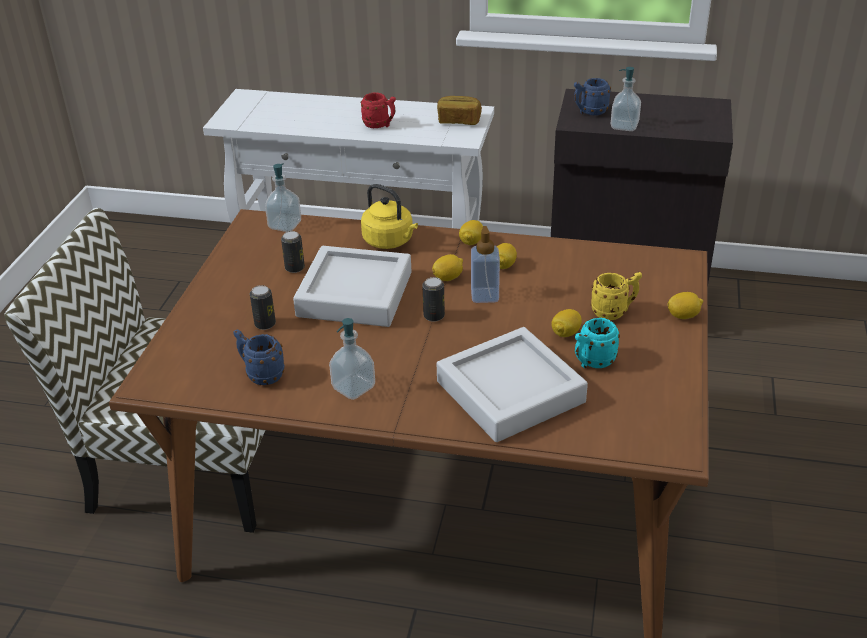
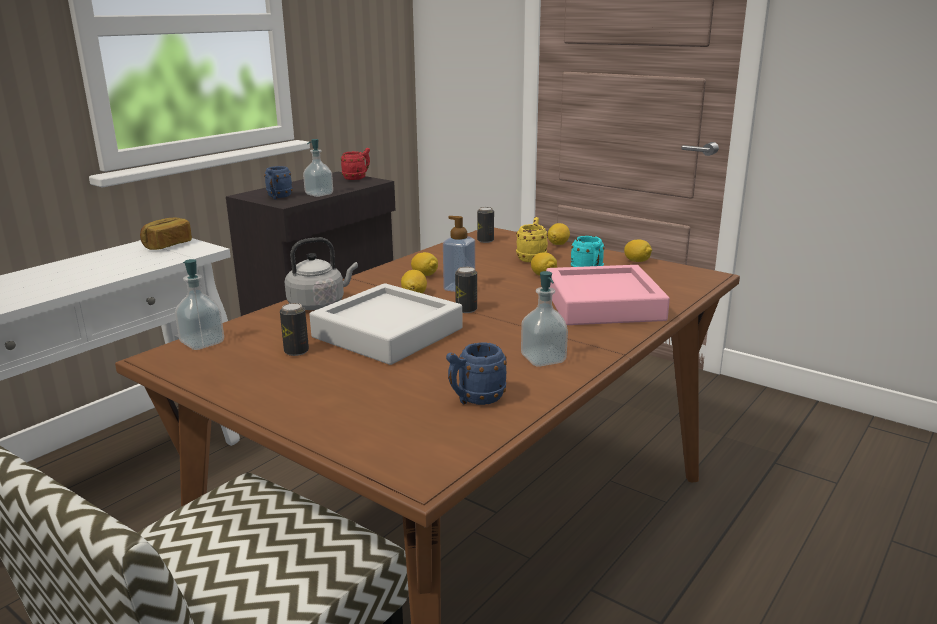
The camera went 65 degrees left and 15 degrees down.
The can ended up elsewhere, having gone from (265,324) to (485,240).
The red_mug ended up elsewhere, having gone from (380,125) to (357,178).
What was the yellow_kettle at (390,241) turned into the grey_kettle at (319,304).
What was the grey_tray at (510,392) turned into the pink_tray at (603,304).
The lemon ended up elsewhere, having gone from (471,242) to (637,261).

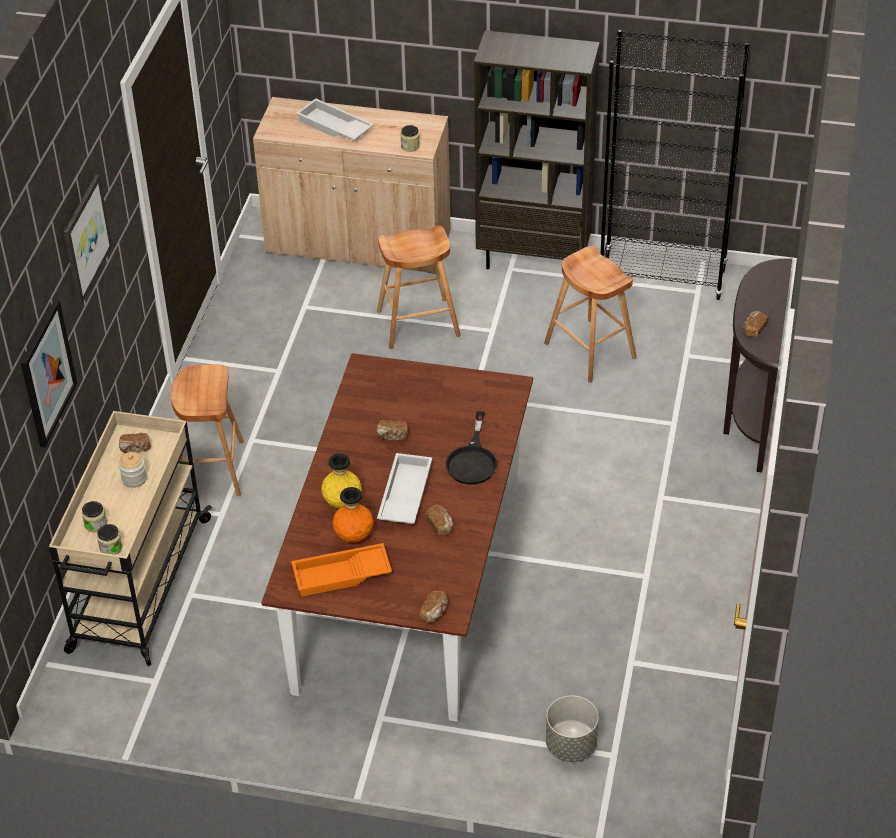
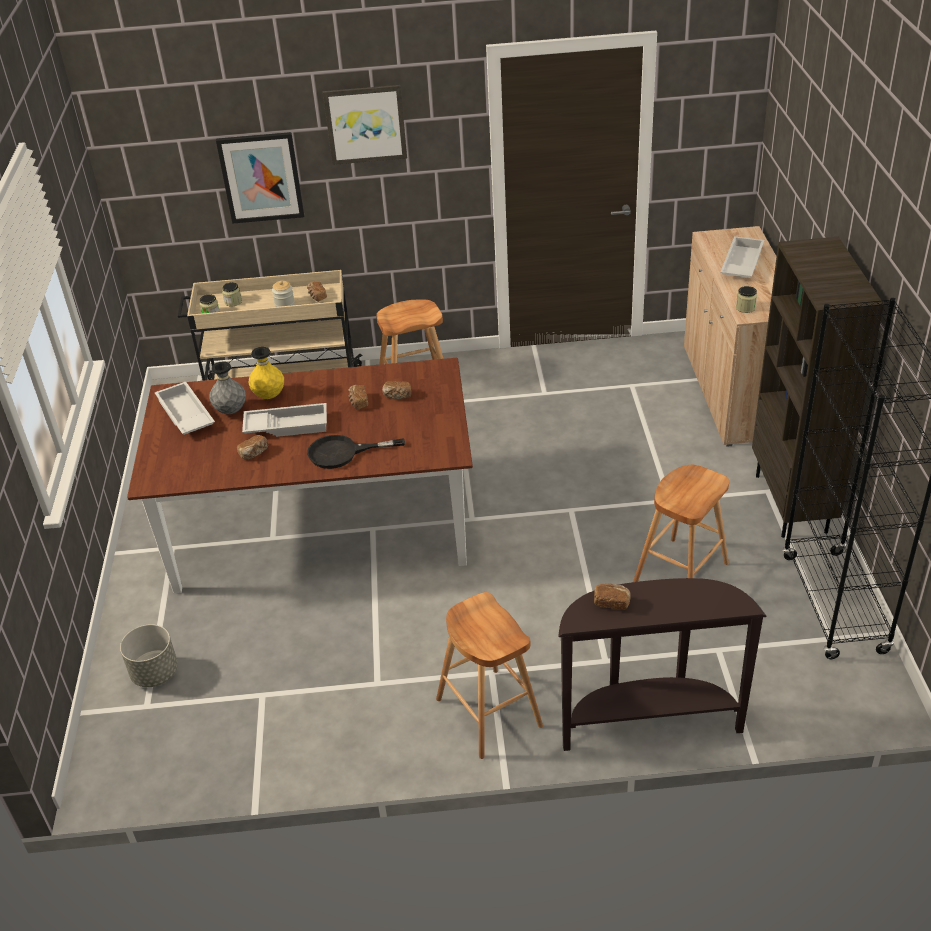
The camera went 75 degrees right and 5 degrees down.
What was the orange_tray at (341,576) turned into the white_tray at (184,415).
What was the orange_vase at (354,536) turned into the grey_vase at (231,411).
The brown_stool ended up elsewhere, having gone from (418,323) to (489,713).
The bread ended up elsewhere, having gone from (435,612) to (397,396).

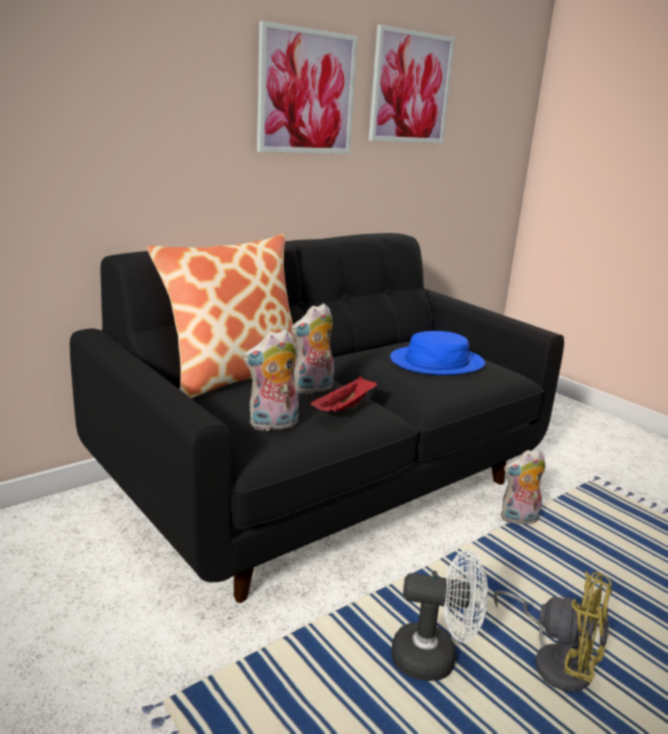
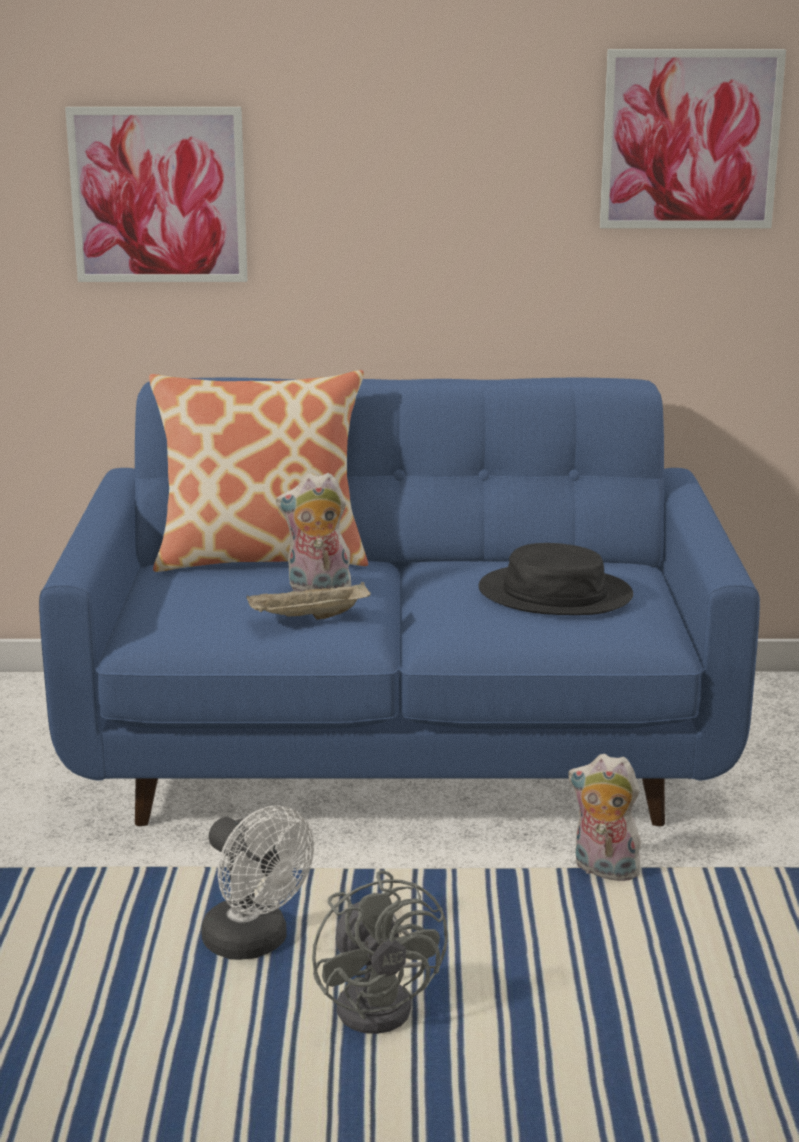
The camera went 40 degrees right and 0 degrees up.
What was the black_sofa at (326,484) turned into the blue_sofa at (401,750).
The second view lost the plush_toy at (273,425).
The picture ended up elsewhere, having gone from (306,92) to (158,195).
What was the red_tray at (344,409) turned into the beige_tray at (308,618).
What was the blue_hat at (436,362) turned into the black_hat at (555,594).
What was the yellow_fan at (555,661) turned into the grey_fan at (383,1002).

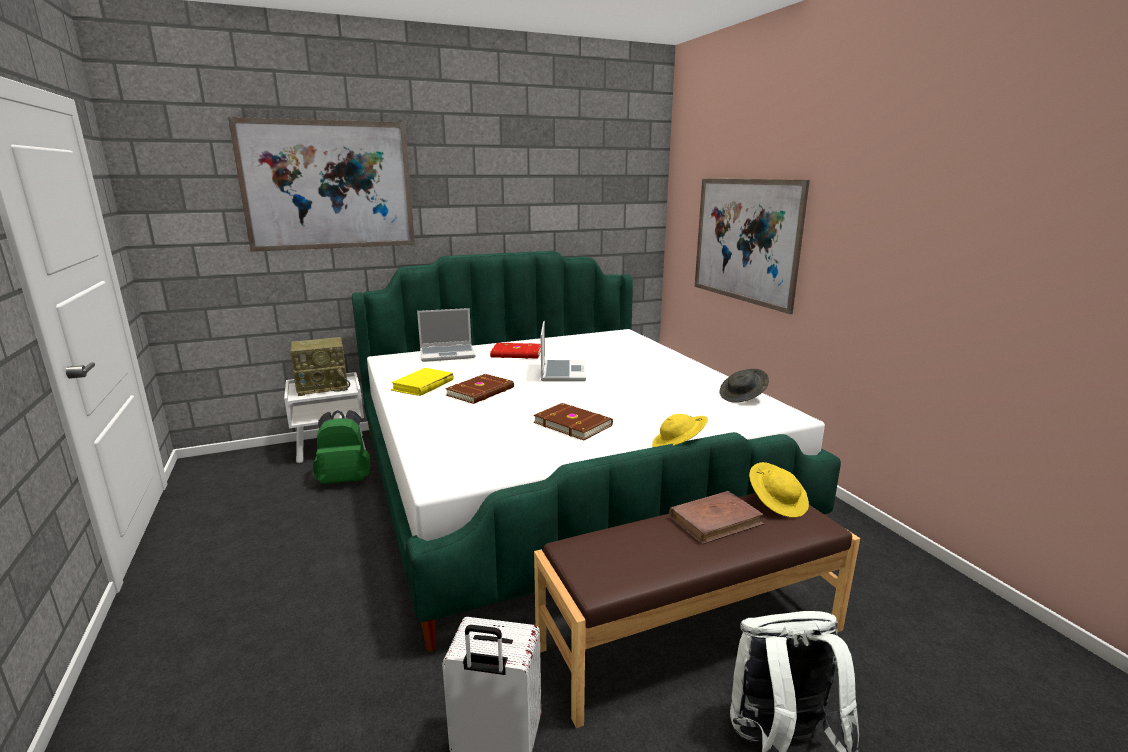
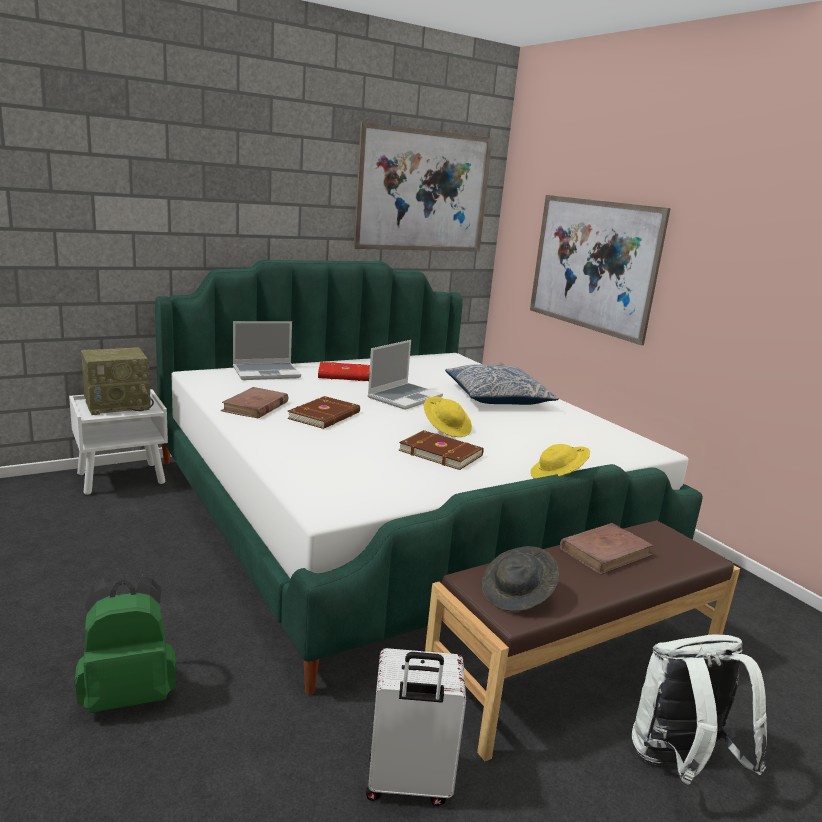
The camera went 10 degrees left and 0 degrees up.
The picture ended up elsewhere, having gone from (328,186) to (424,191).
The green_backpack ended up elsewhere, having gone from (346,479) to (129,694).
What was the yellow_book at (423,385) turned into the brown_book at (255,407).
The laptop at (562,372) ended up facing another way, 45 degrees clockwise from before.
The grey_hat ended up elsewhere, having gone from (742,397) to (517,595).
The yellow_hat ended up elsewhere, having gone from (777,503) to (446,429).
The second view gained the pillow at (497,397).

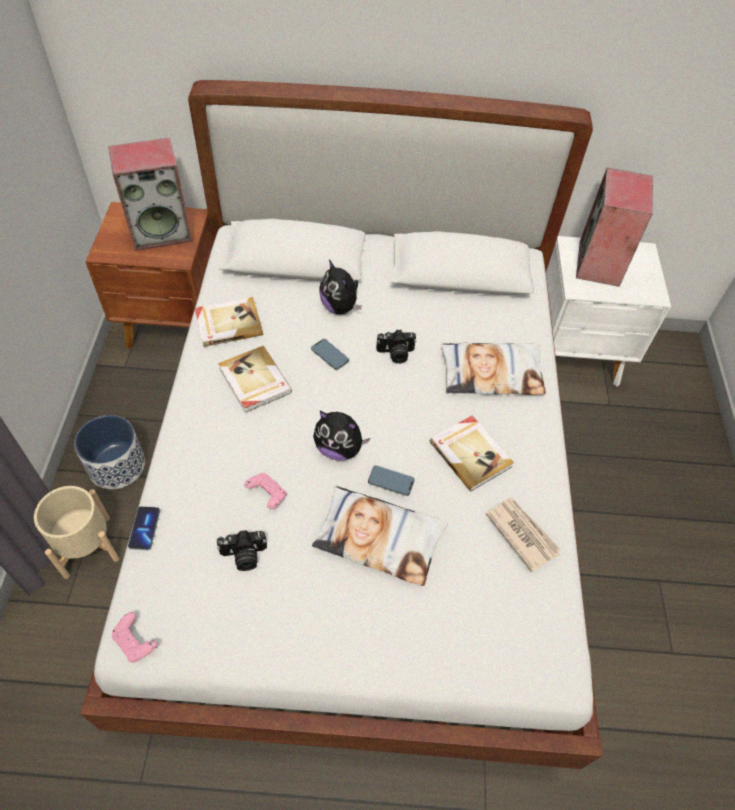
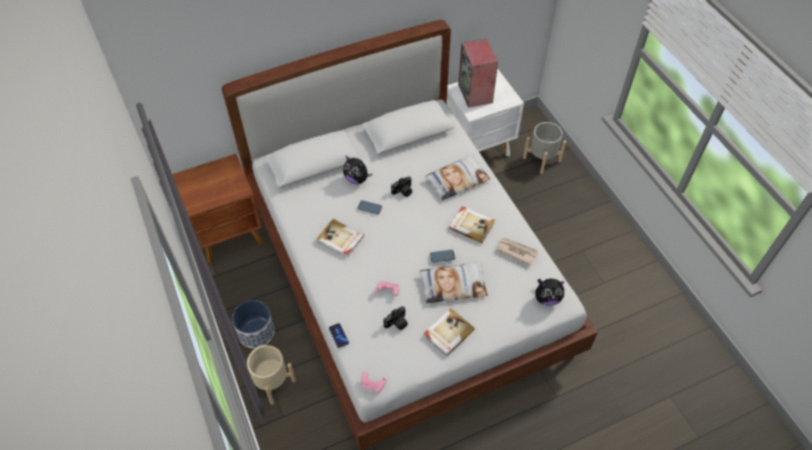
The camera went 25 degrees left and 0 degrees up.
The second view lost the speaker at (161,231).
The book ended up elsewhere, having gone from (228,323) to (448,332).
The plush_toy ended up elsewhere, having gone from (339,449) to (547,298).
The second view gained the grey_planter at (541,159).

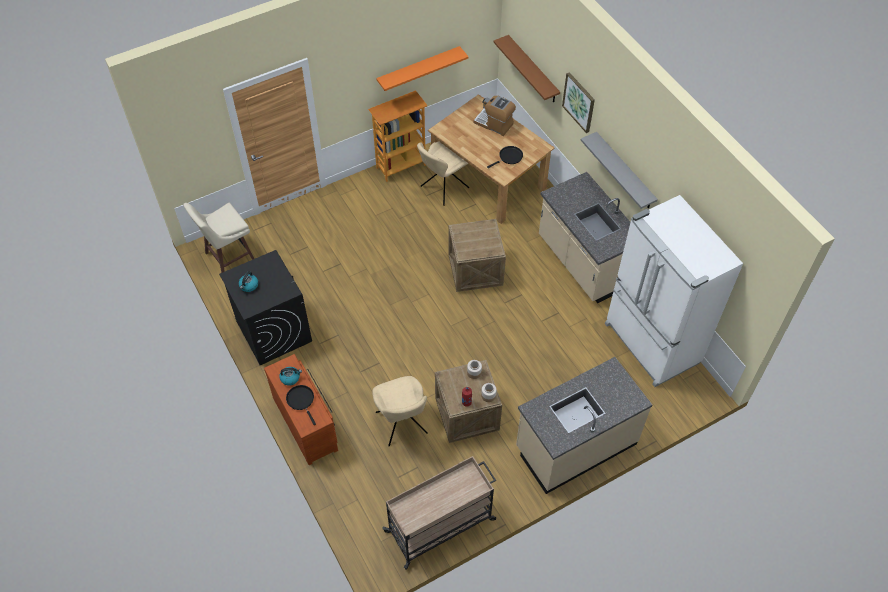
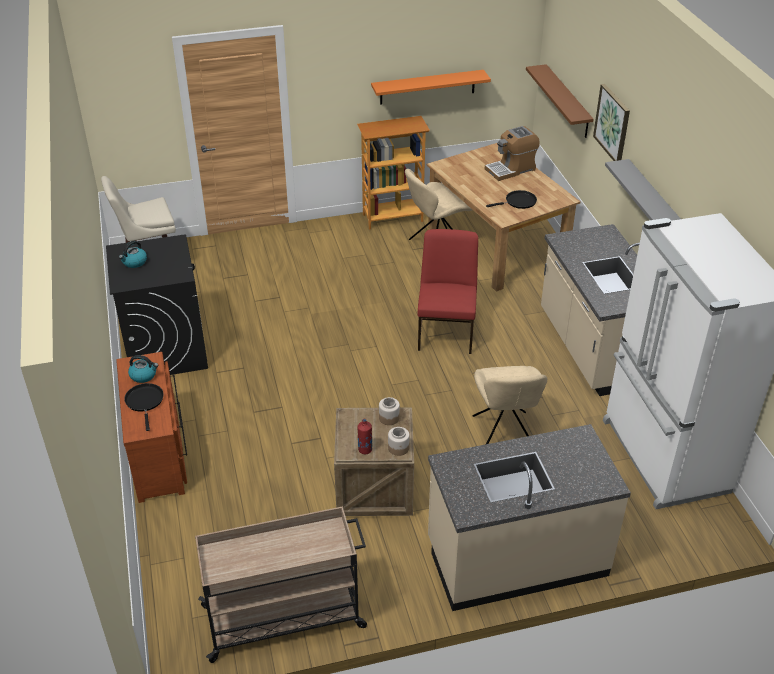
The camera went 15 degrees right and 15 degrees down.
The beige_chair ended up elsewhere, having gone from (402,424) to (504,435).
Where the crate stood at (475,270), the red_chair came to stand at (446,332).
The coffee_machine at (494,124) ended up facing another way, 75 degrees counterclockwise from before.

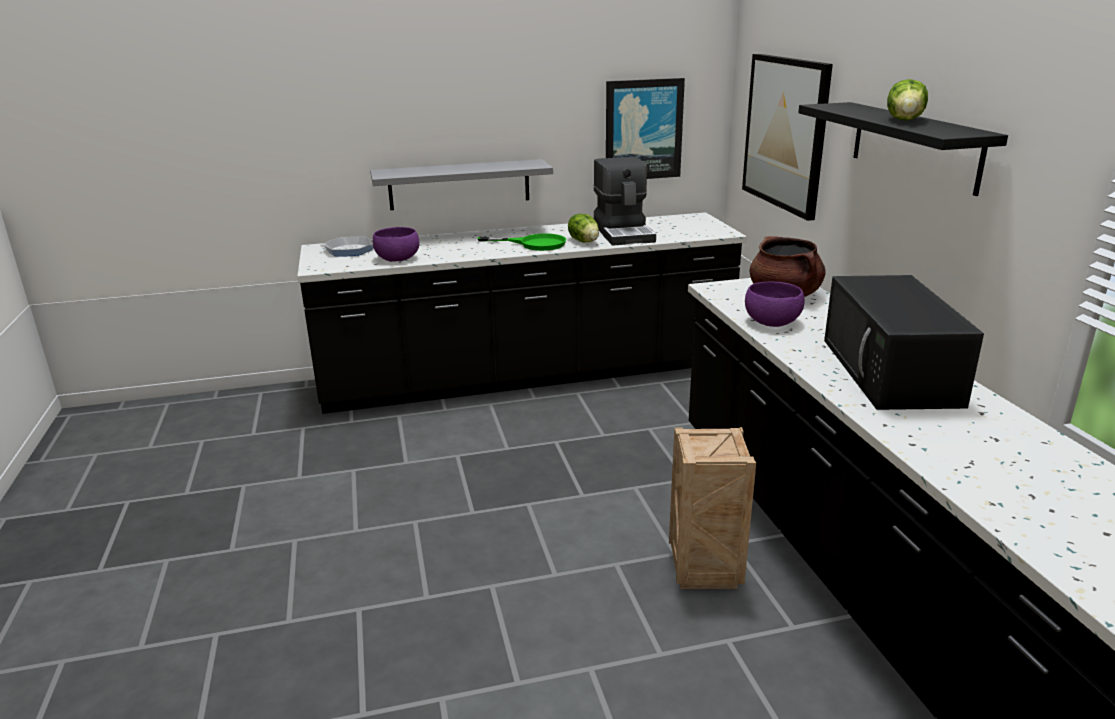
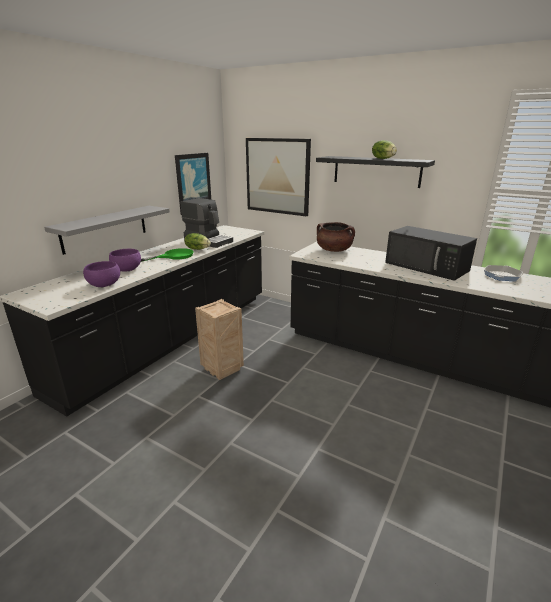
The camera went 45 degrees left and 0 degrees up.
The frying_pan ended up elsewhere, having gone from (349,250) to (502,276).
The crate ended up elsewhere, having gone from (706,572) to (223,369).
The purple_bowl ended up elsewhere, having gone from (772,322) to (127,269).

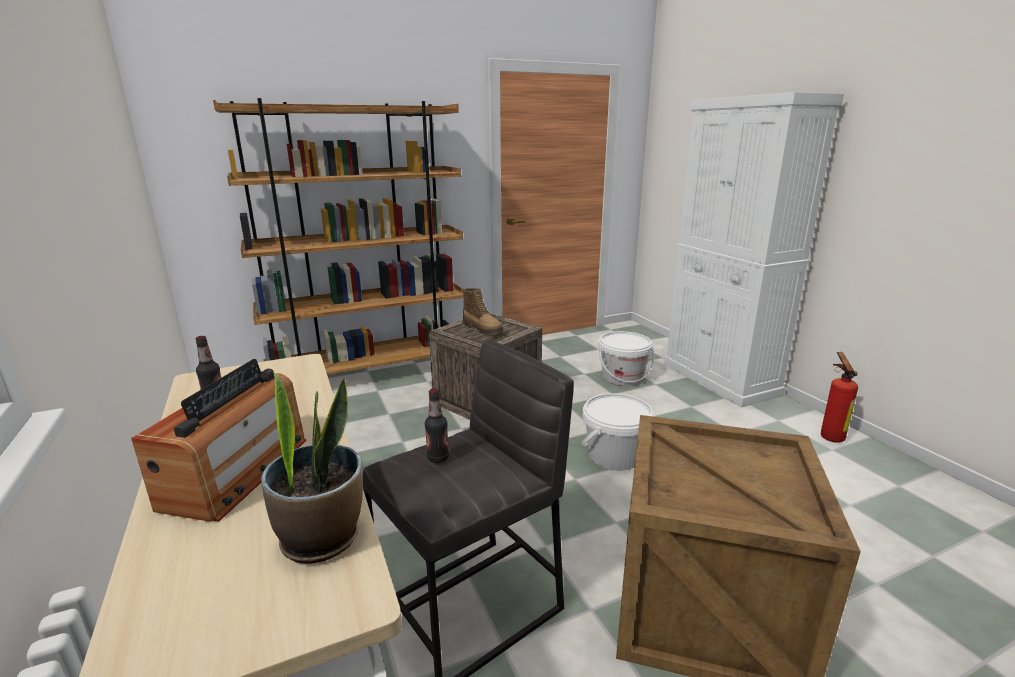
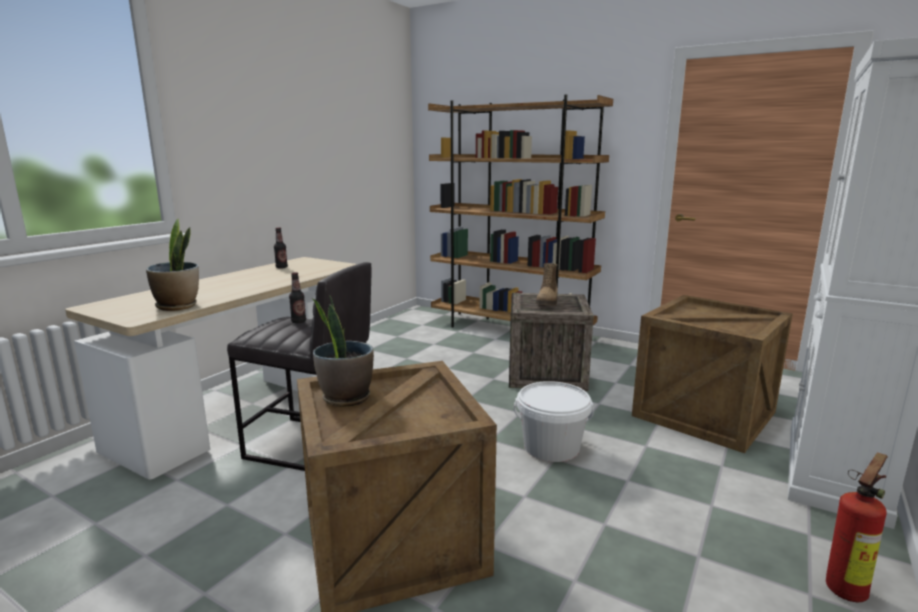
The camera went 55 degrees right and 5 degrees down.
The second view lost the radio at (238,472).
Where the white_bucket stood at (622,377), the crate came to stand at (706,414).
The second view gained the potted_plant at (345,398).

